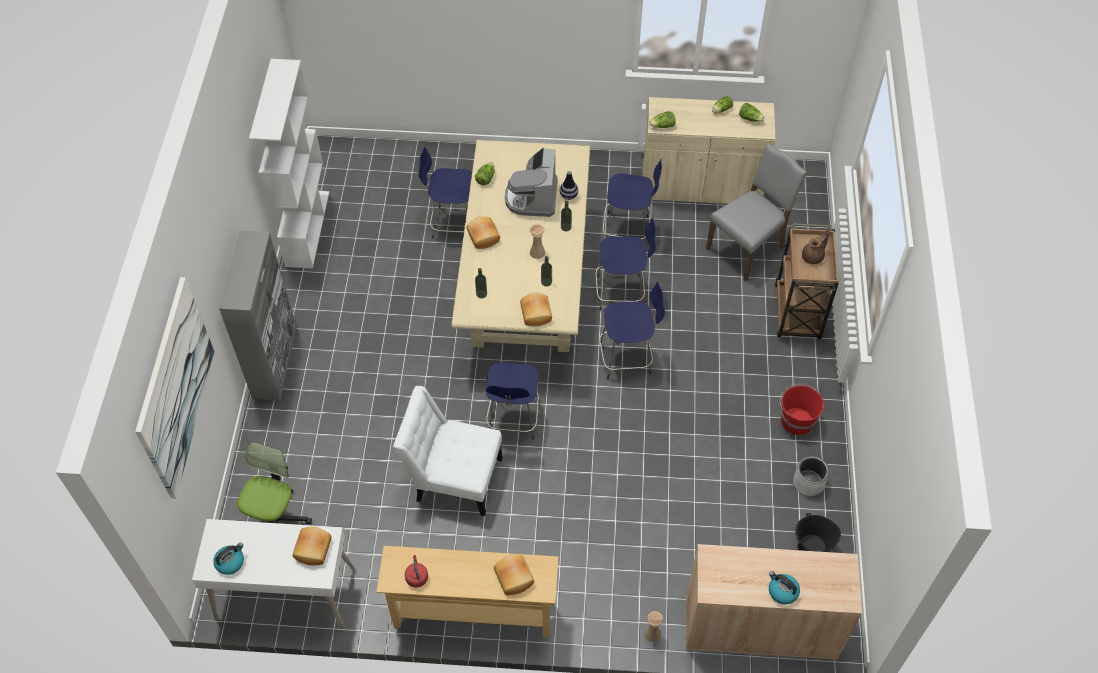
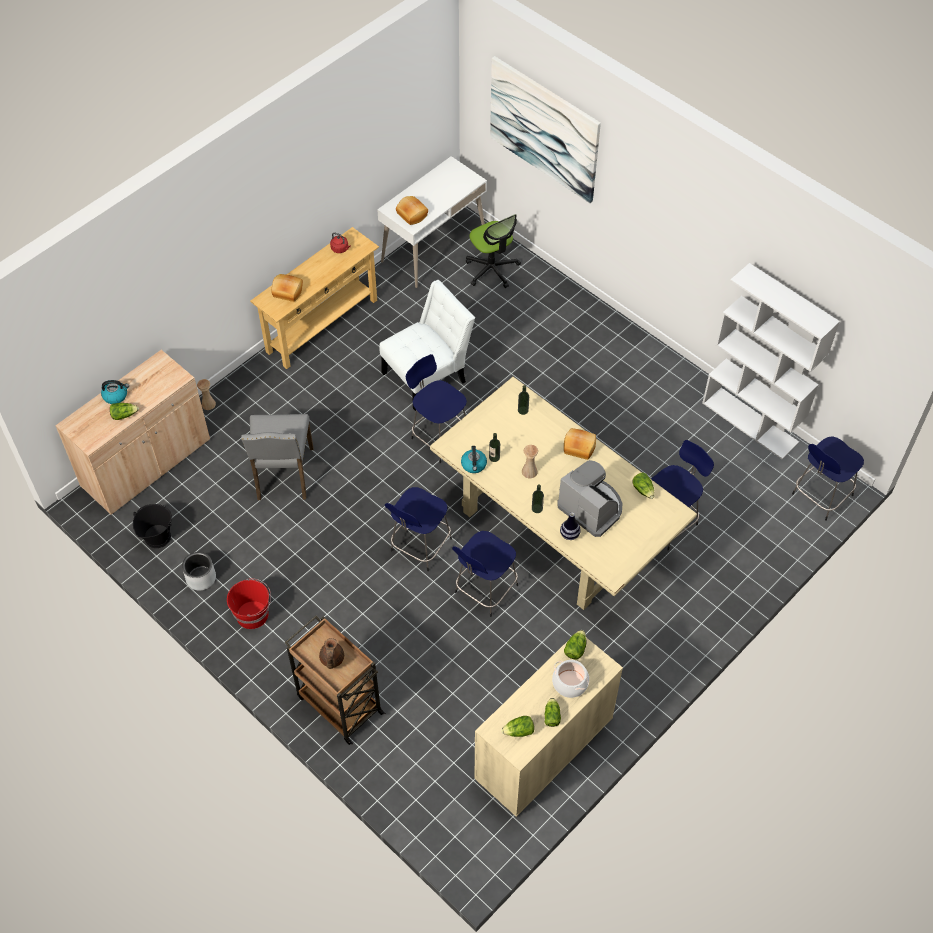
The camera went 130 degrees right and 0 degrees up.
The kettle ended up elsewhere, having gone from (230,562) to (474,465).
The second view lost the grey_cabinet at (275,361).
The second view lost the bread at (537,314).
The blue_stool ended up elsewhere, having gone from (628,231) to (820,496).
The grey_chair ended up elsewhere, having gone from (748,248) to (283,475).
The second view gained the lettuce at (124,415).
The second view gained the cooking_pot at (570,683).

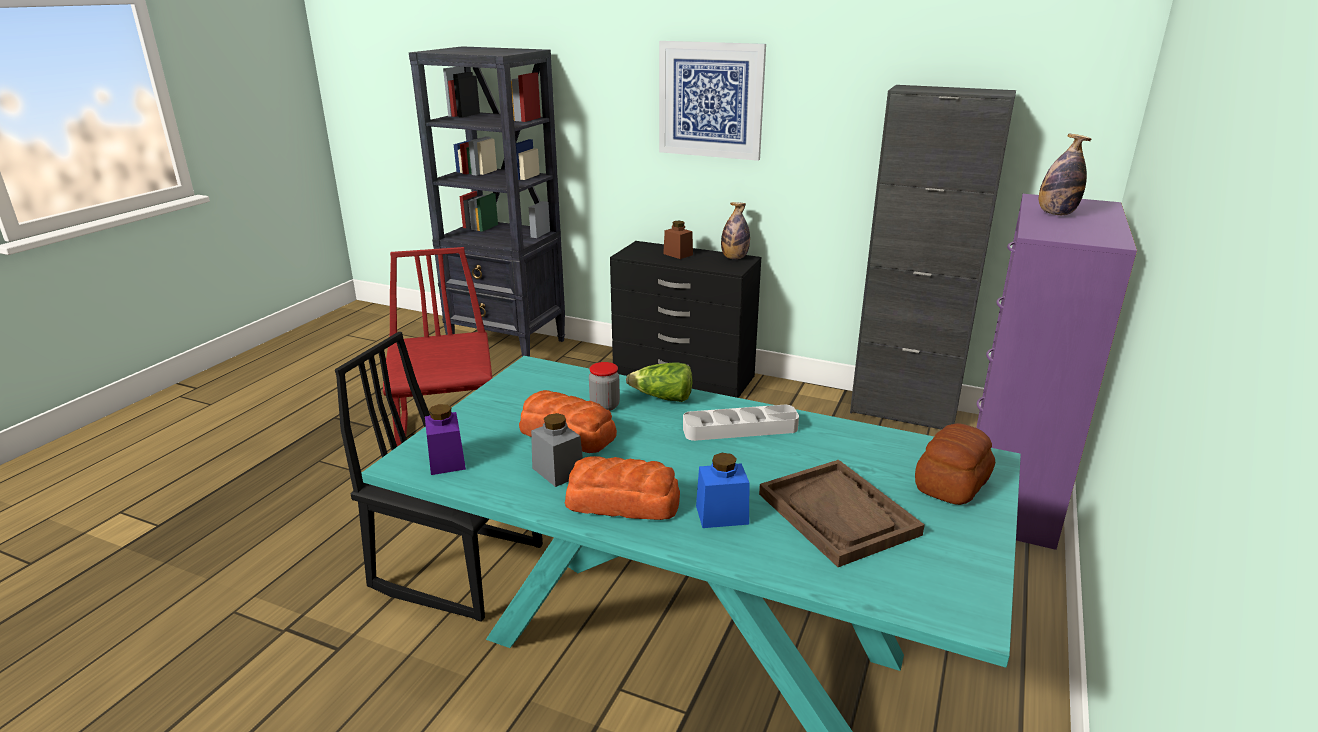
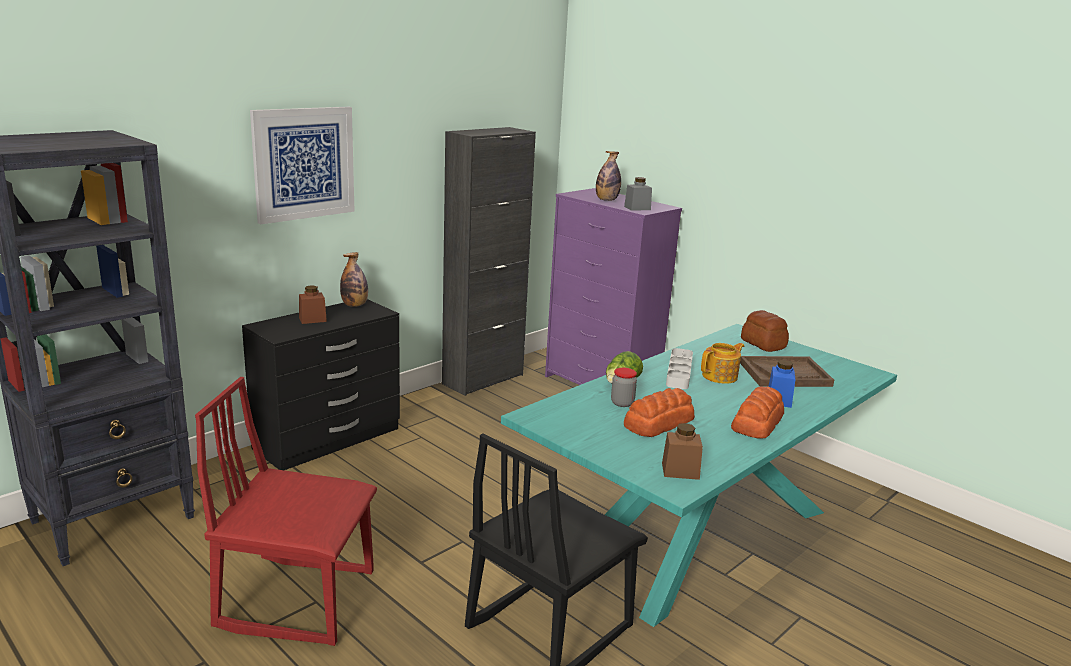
The camera went 70 degrees left and 5 degrees down.
What was the purple_jar at (446,461) turned into the brown_jar at (680,471).
The grey_jar ended up elsewhere, having gone from (558,471) to (637,208).
The second view gained the teapot at (720,376).

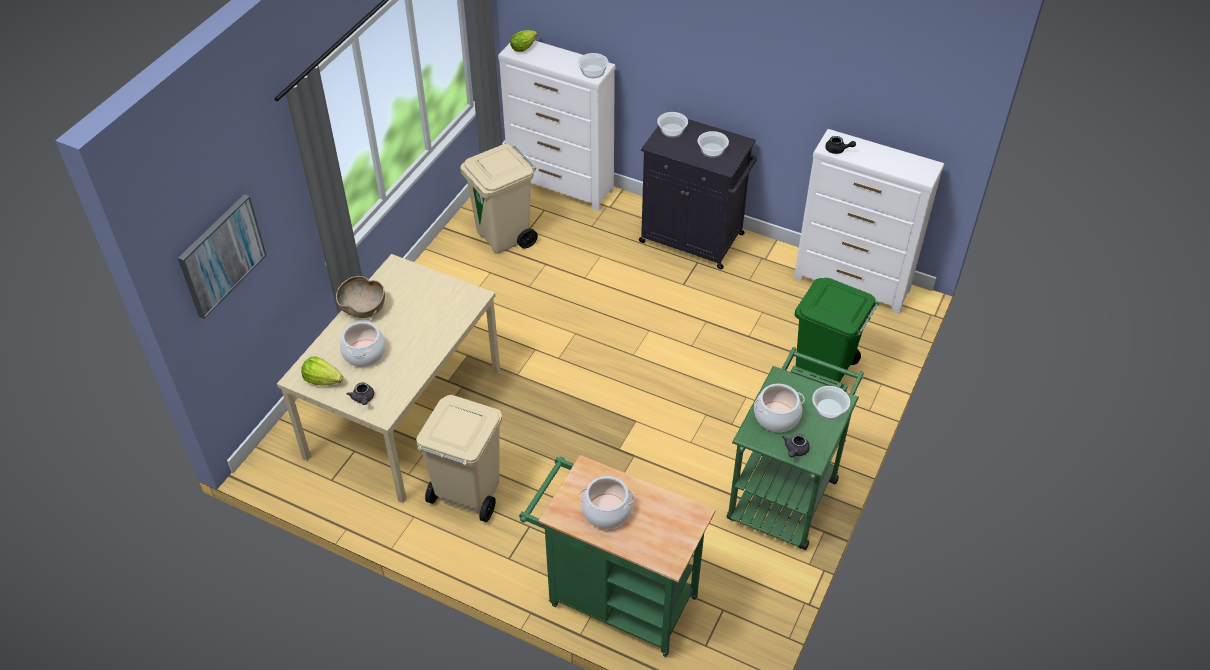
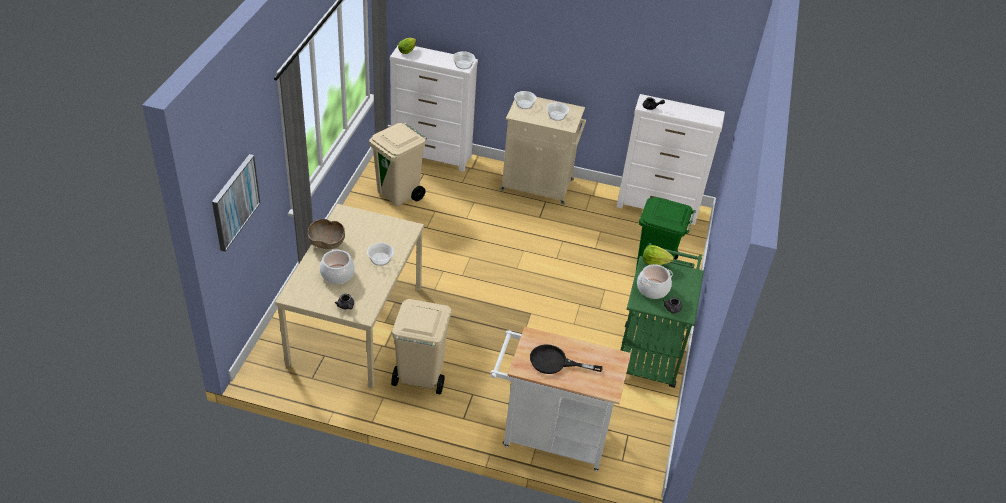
The camera went 15 degrees left and 5 degrees down.
The lettuce ended up elsewhere, having gone from (323,380) to (654,262).
What was the green_cart at (615,598) turned into the white_cart at (549,436).
Where the cooking_pot stood at (606,511), the black_frying_pan came to stand at (555,362).
What was the black_cabinet at (693,239) turned into the beige_cabinet at (538,185).
The bowl ended up elsewhere, having gone from (828,409) to (380,259).

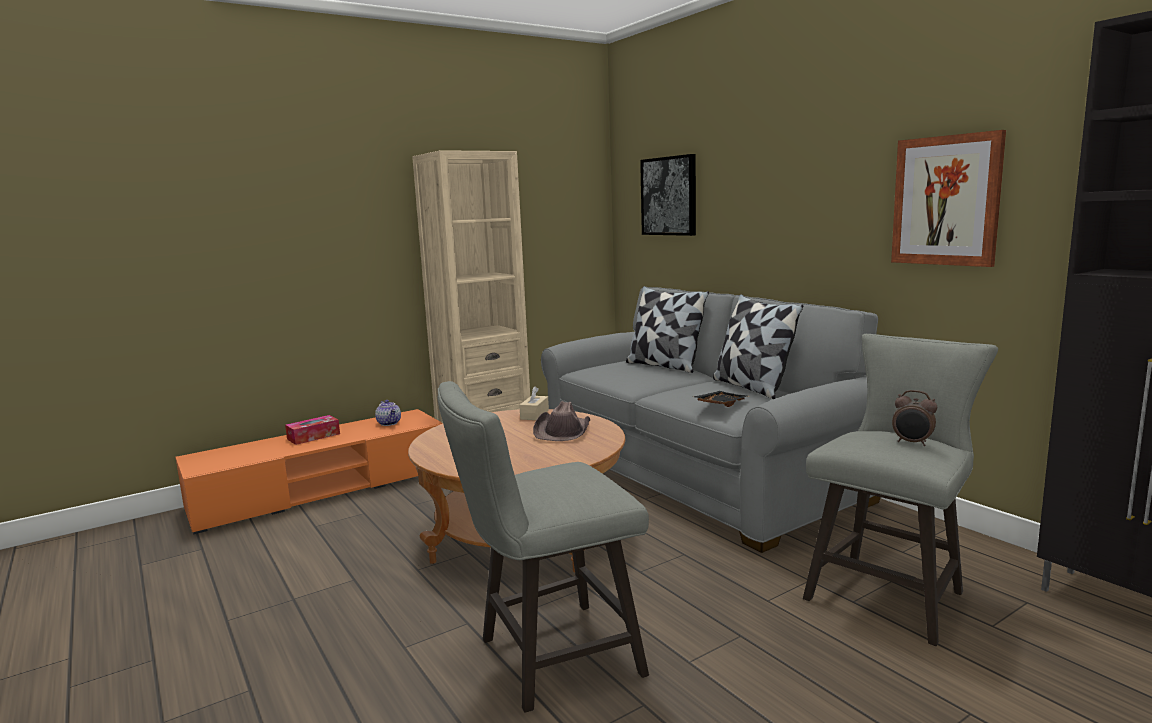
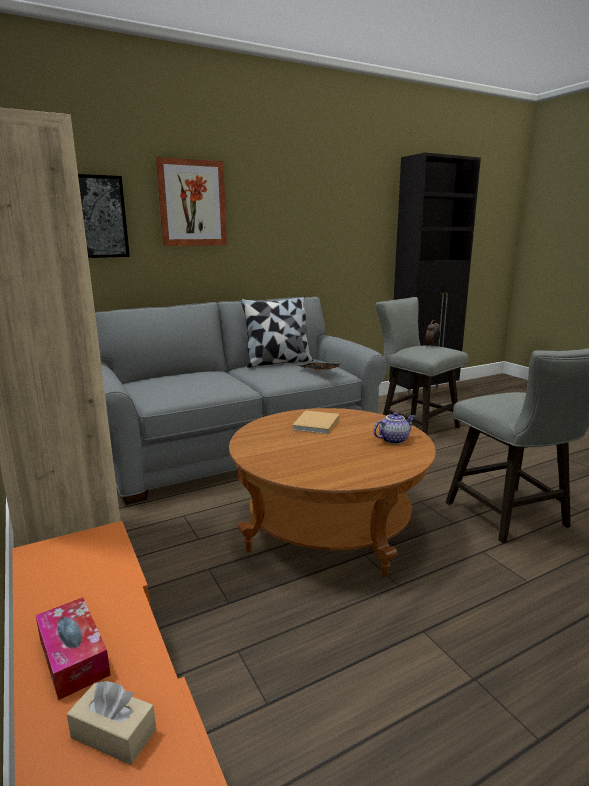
The camera went 85 degrees left and 5 degrees up.
The teapot ended up elsewhere, having gone from (389,423) to (393,440).
The beige_tissue_box ended up elsewhere, having gone from (534,415) to (114,734).
Where the brown_hat stood at (563,431), the beige_book came to stand at (315,424).
The second view lost the pillow at (664,365).
The picture ended up elsewhere, having gone from (946,201) to (192,203).

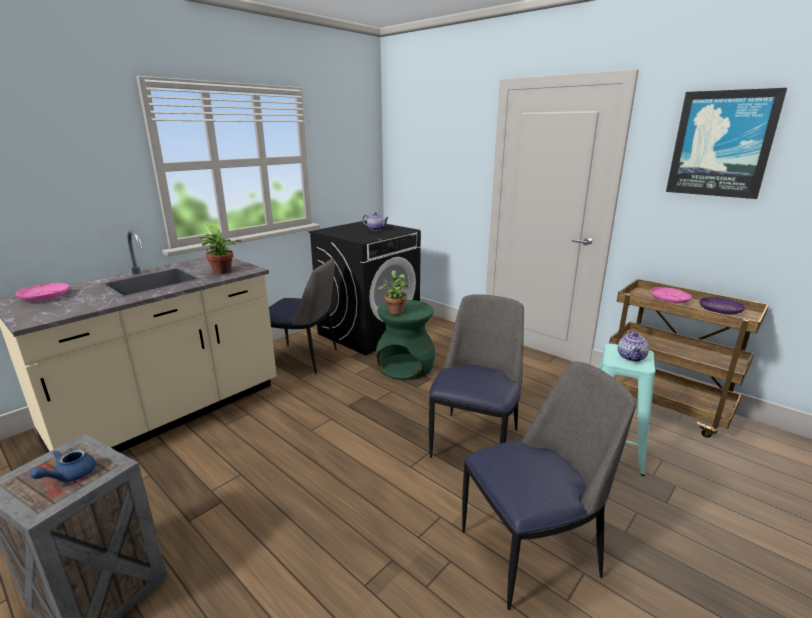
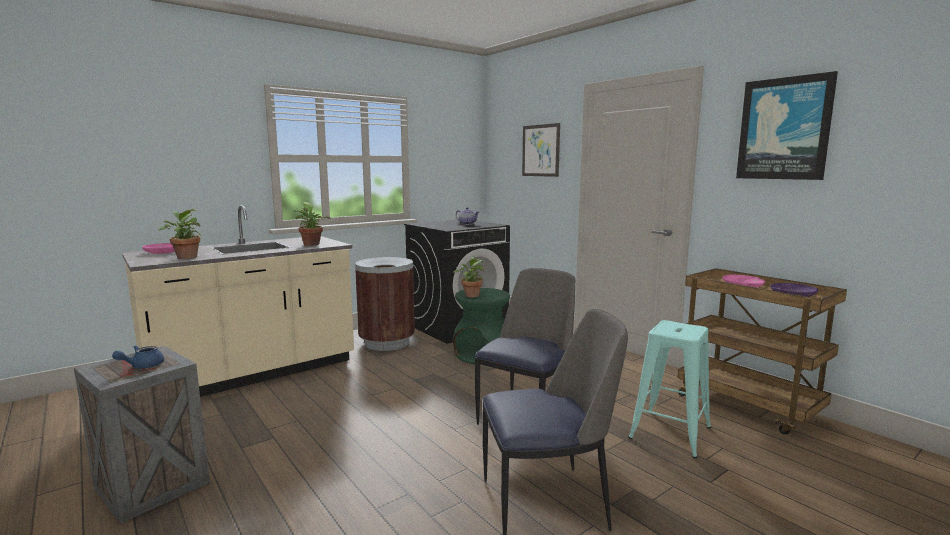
The camera went 10 degrees right and 10 degrees down.
Where the chair stood at (304,359), the brown_trash_can came to stand at (387,343).
The second view lost the teapot at (631,357).
The second view gained the potted_plant at (185,257).
The second view gained the picture at (540,150).

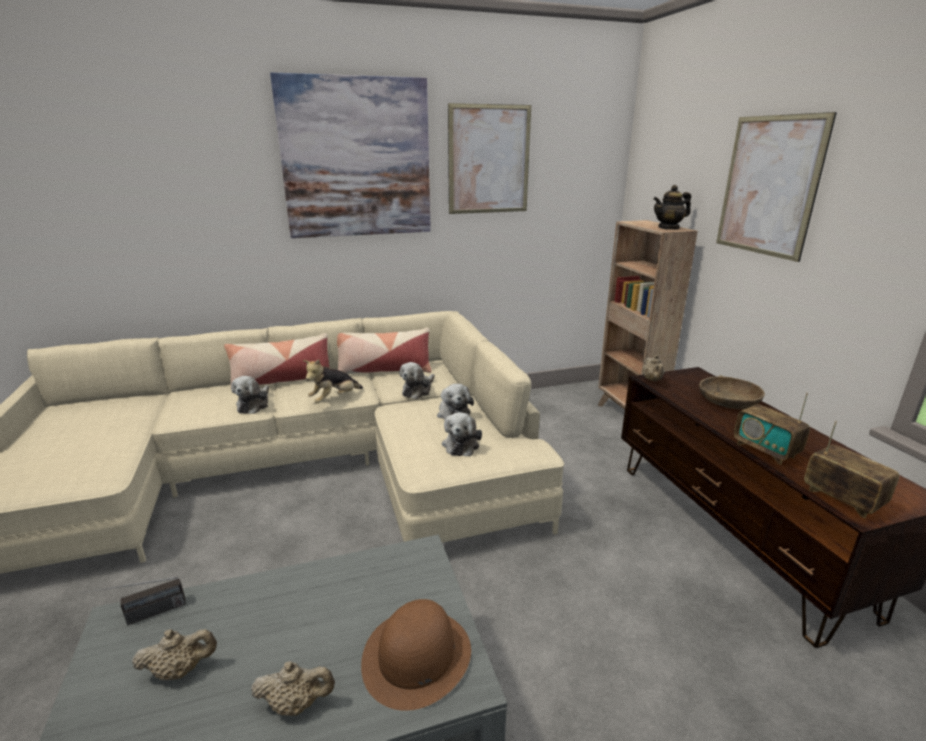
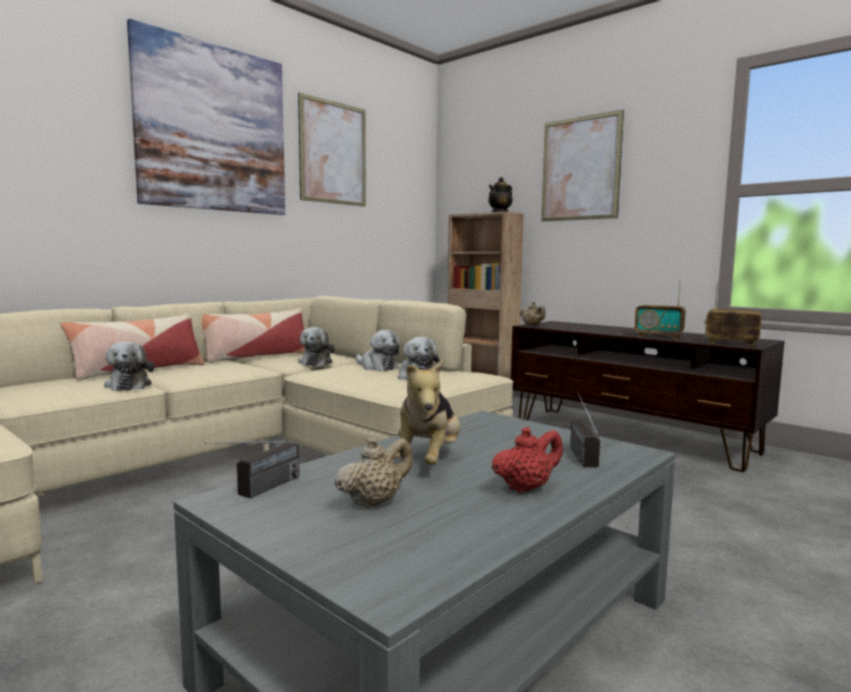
The camera went 30 degrees left and 15 degrees down.
What was the beige_teapot at (297,704) turned into the red_teapot at (526,488).
The plush_toy ended up elsewhere, having gone from (334,399) to (428,461).
Where the brown_hat stood at (417,656), the radio came to stand at (578,452).
The second view lost the brown_bowl at (728,401).

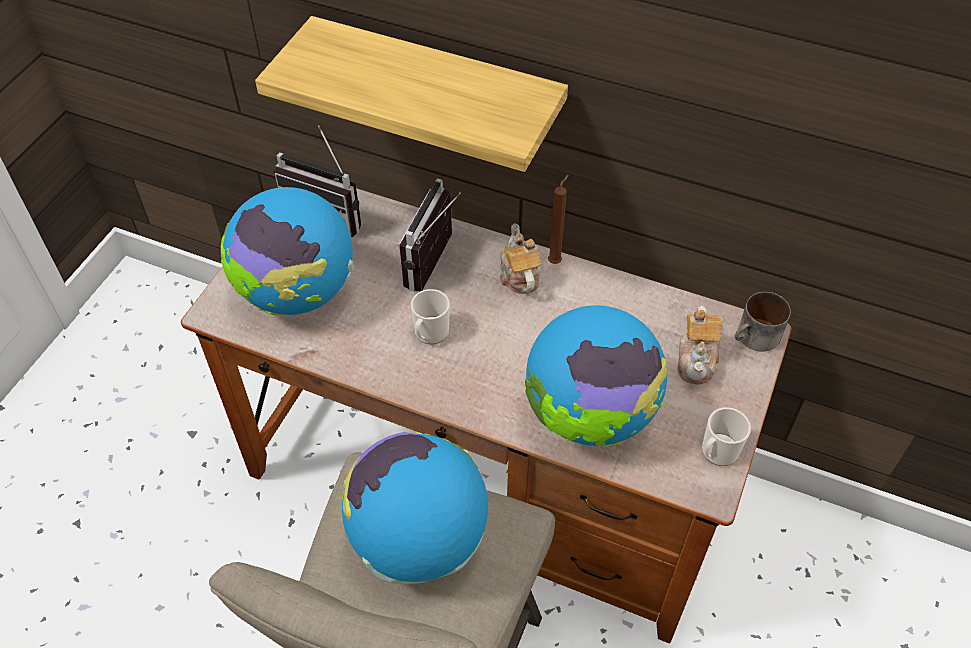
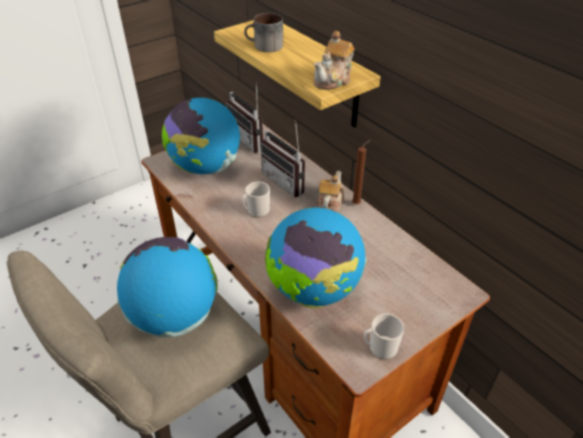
The camera went 30 degrees right and 10 degrees down.
The radio at (437,265) ended up facing another way, 90 degrees counterclockwise from before.
The teapot ended up elsewhere, having gone from (697,359) to (333,80).
The mug ended up elsewhere, having gone from (755,338) to (264,46).

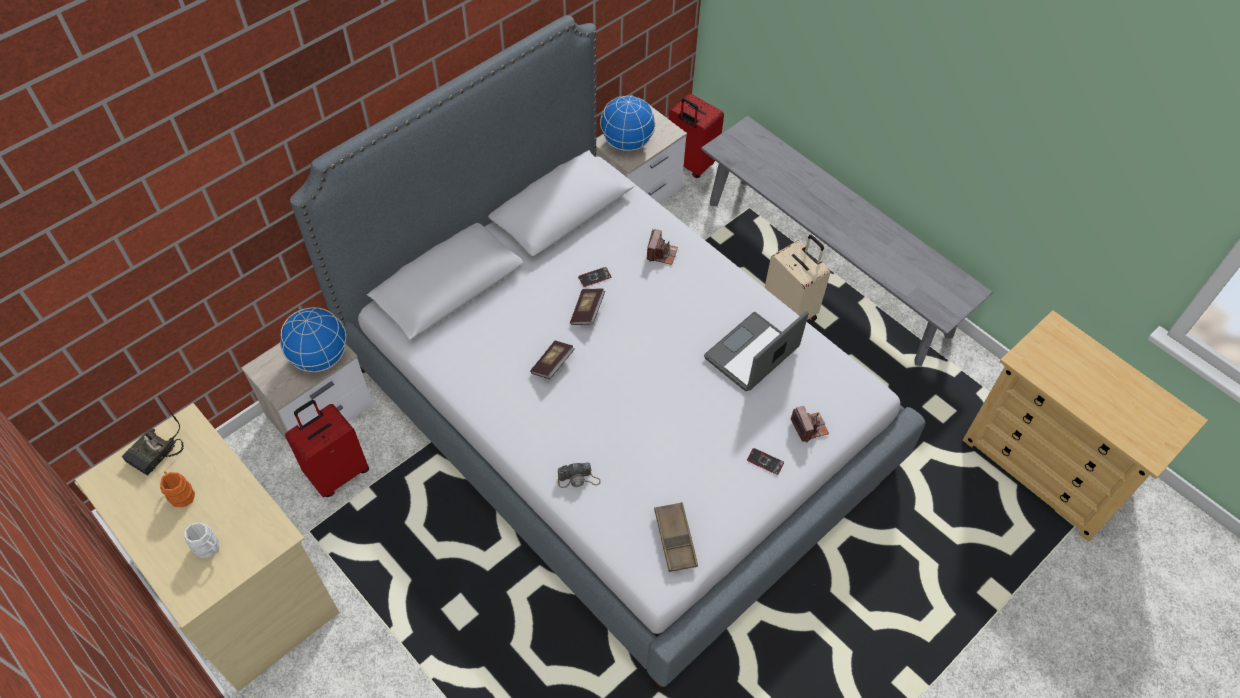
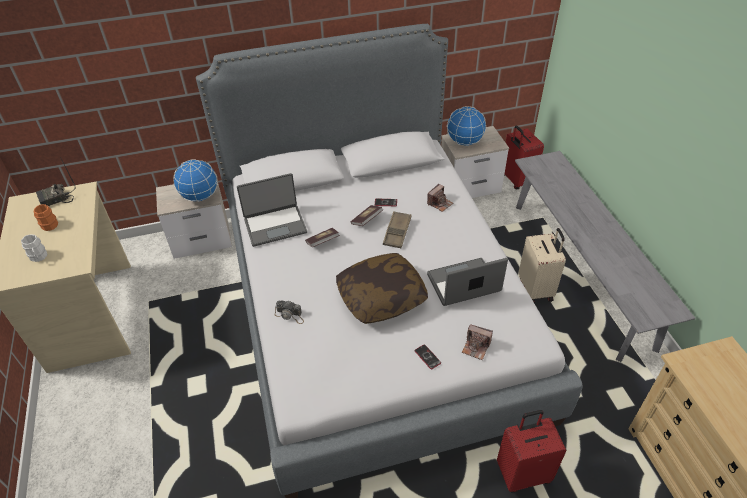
The camera went 30 degrees right and 10 degrees down.
The red_suitcase ended up elsewhere, having gone from (337,472) to (523,473).
The brown_tray ended up elsewhere, having gone from (675,539) to (397,232).
The photo_camera at (809,427) ended up facing another way, 105 degrees clockwise from before.
The second view gained the laptop at (275,225).
The second view gained the pillow at (381,297).

